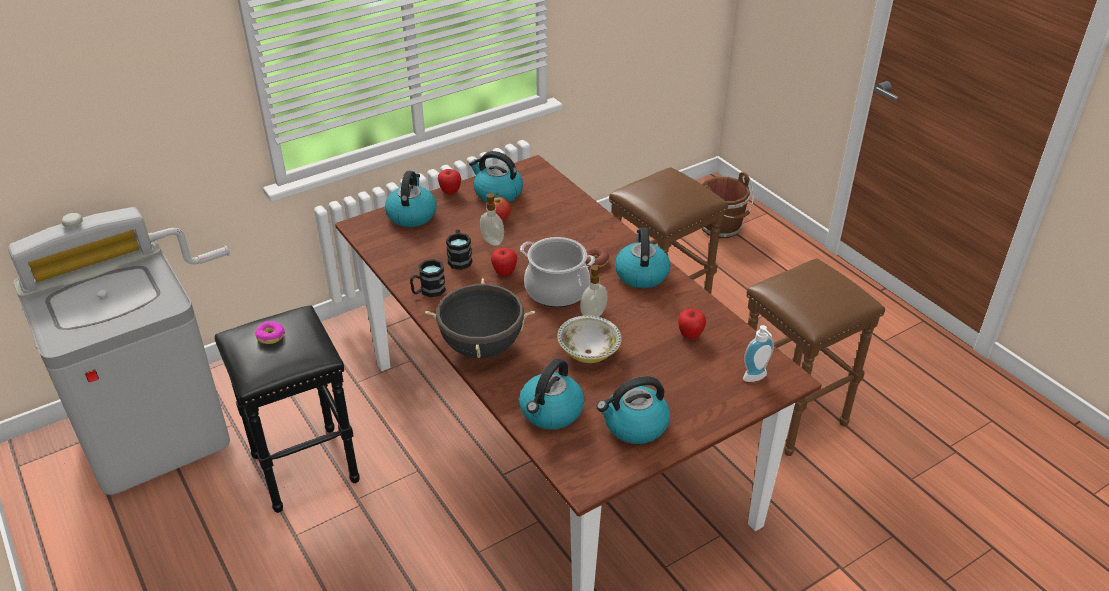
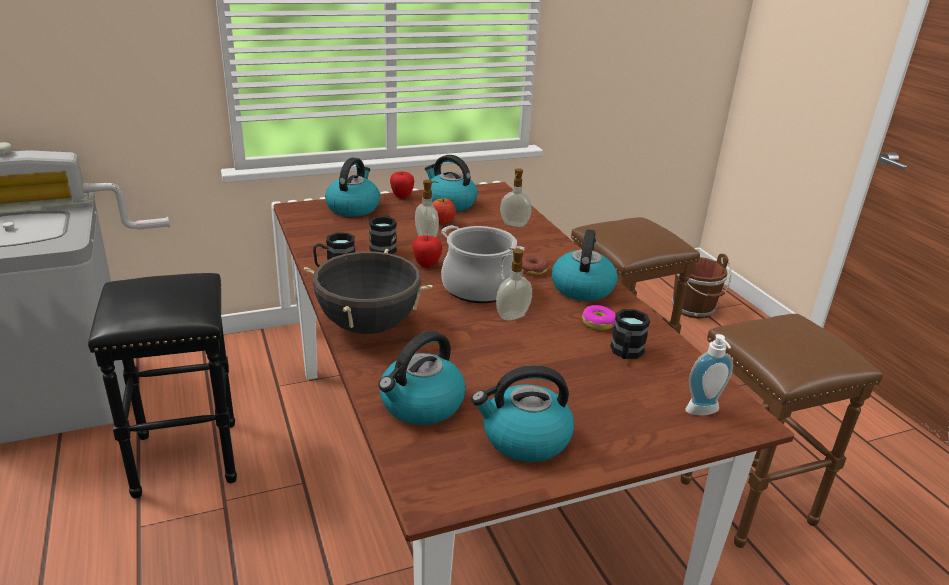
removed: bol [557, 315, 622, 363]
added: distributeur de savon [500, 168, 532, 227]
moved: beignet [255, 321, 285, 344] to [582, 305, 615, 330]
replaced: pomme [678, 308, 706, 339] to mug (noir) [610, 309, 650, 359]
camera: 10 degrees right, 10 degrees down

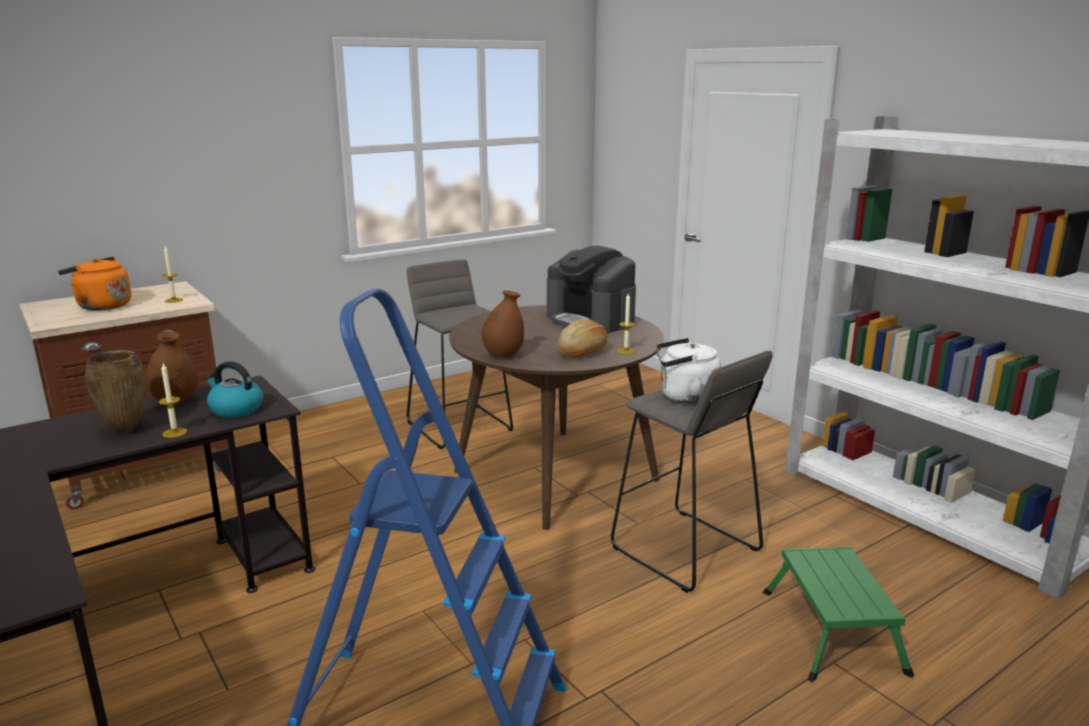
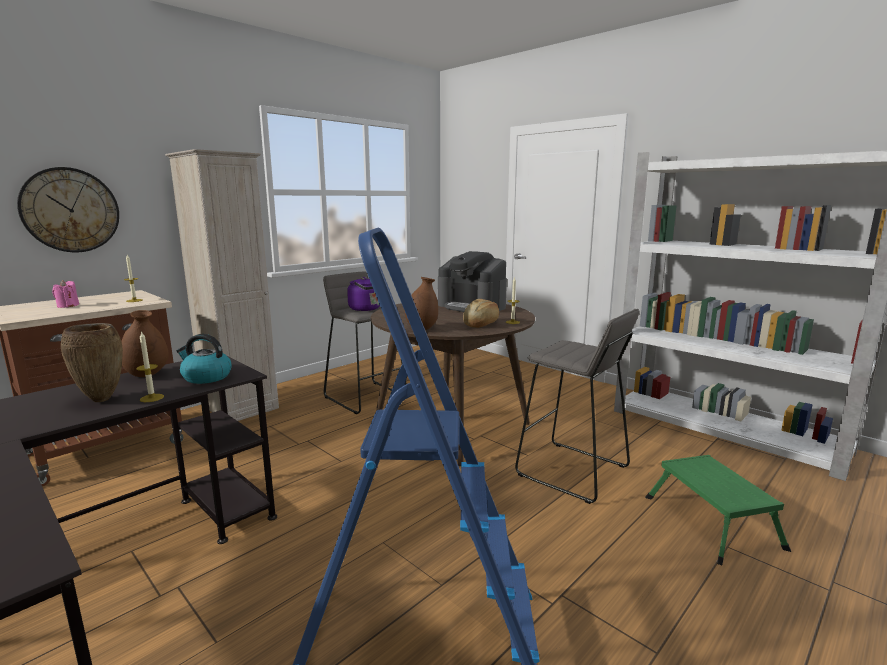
removed: bouilloire (blanc) [656, 338, 721, 404]
added: horloge murale [17, 167, 119, 252]; meuble de rangement (beige) [165, 149, 279, 421]; bouilloire (violet) [347, 277, 380, 311]
replaced: bouilloire (orange) [58, 256, 131, 311] to bougie (rose) [52, 280, 79, 308]
camera: 10 degrees left, 5 degrees down

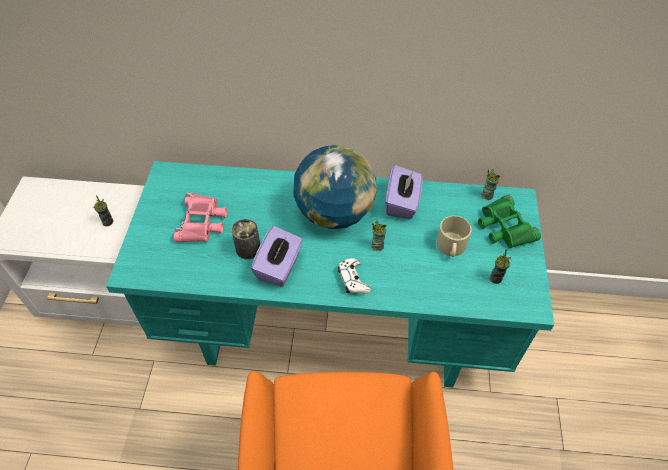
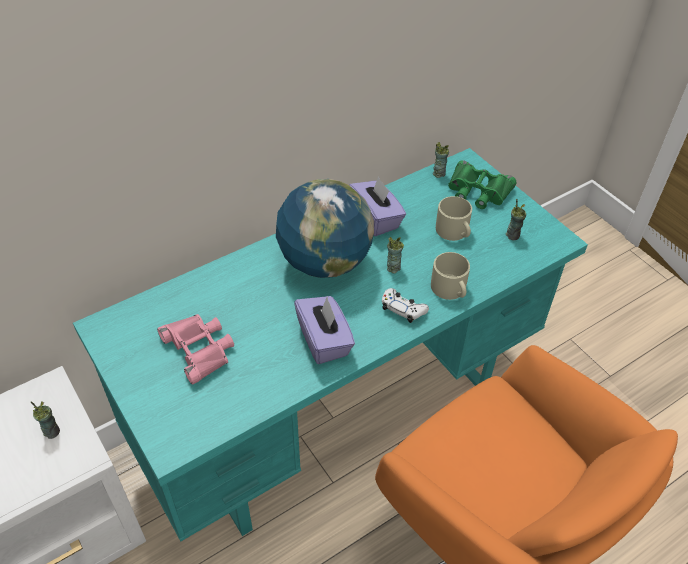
removed: boîte métallique [231, 219, 260, 259]
added: mug (beige) [431, 252, 470, 300]
camera: 40 degrees left, 5 degrees down

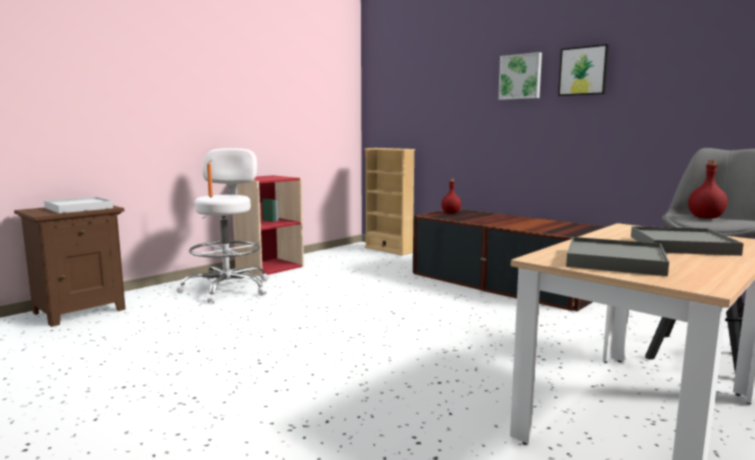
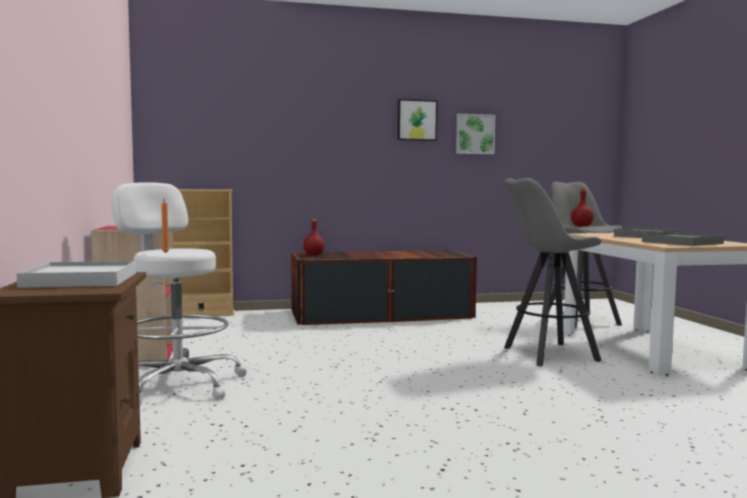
added: tabouret (gris) [504, 178, 602, 366]
moved: tableau [498, 52, 542, 100] to [456, 114, 495, 154]
camera: 55 degrees left, 5 degrees down

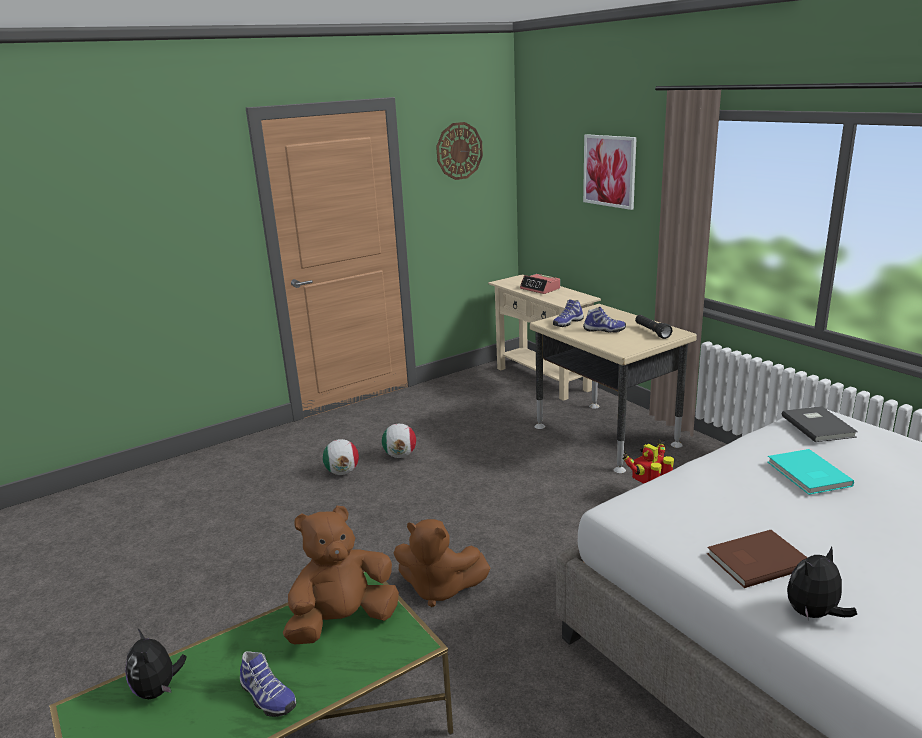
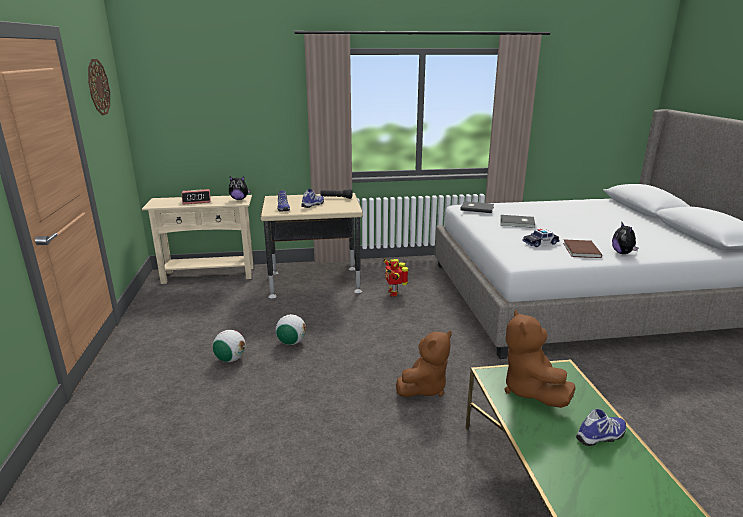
removed: tableau [583, 134, 637, 210]
added: petite voiture [523, 229, 559, 247]
moved: peluche [125, 629, 187, 699] to [229, 176, 251, 200]; ballon de foot [323, 439, 359, 475] to [276, 314, 306, 345]
recoloured: livre (turquoise) [767, 449, 854, 495] to livre (gris) [500, 215, 535, 228]
camera: 65 degrees left, 0 degrees up

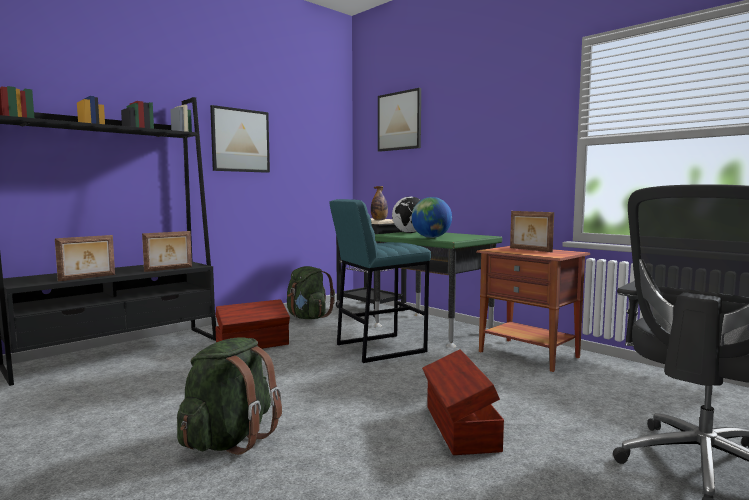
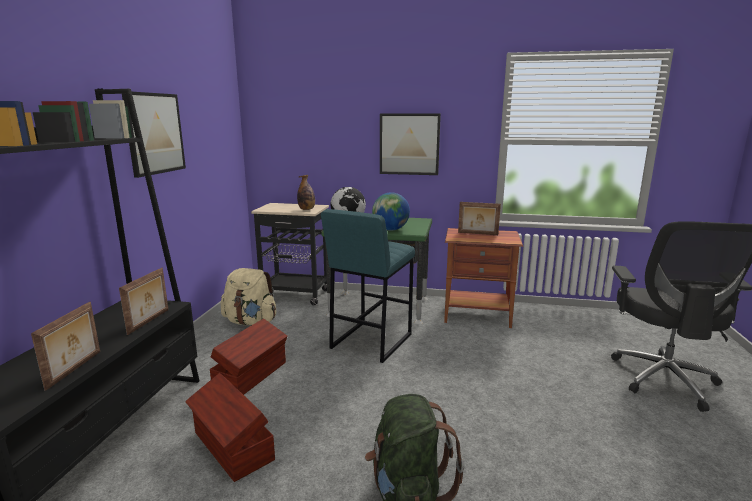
moved: boîte de rangement (marron) [422, 349, 504, 455] to [185, 373, 275, 482]; tableau [378, 88, 421, 152] to [380, 114, 441, 175]
recoloured: sac à dos (vert) [287, 266, 335, 319] to sac à dos (beige) [221, 268, 276, 325]
camera: 35 degrees left, 10 degrees up

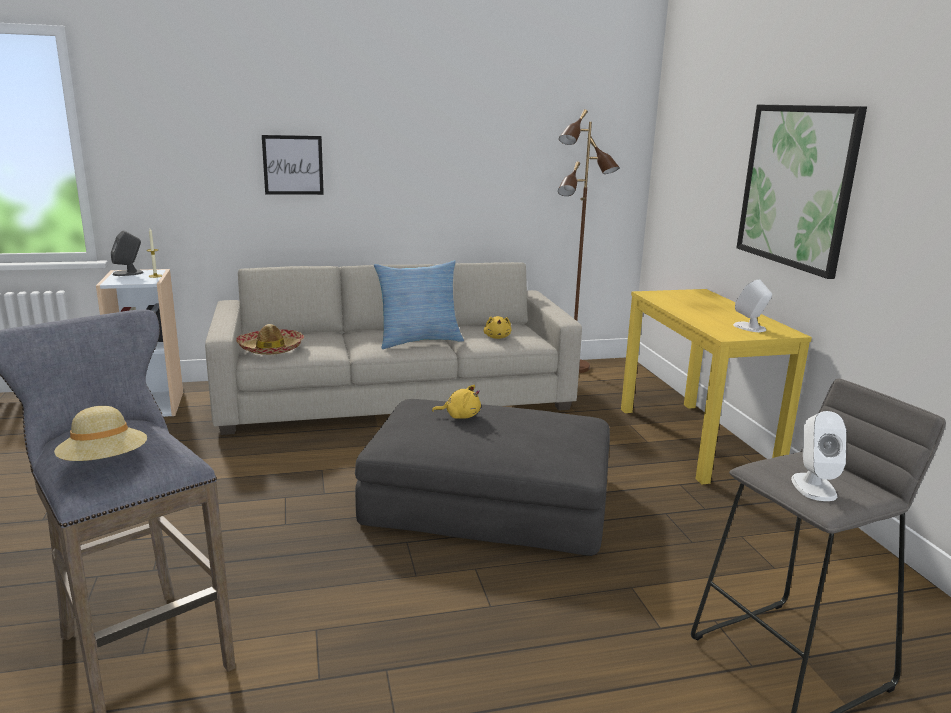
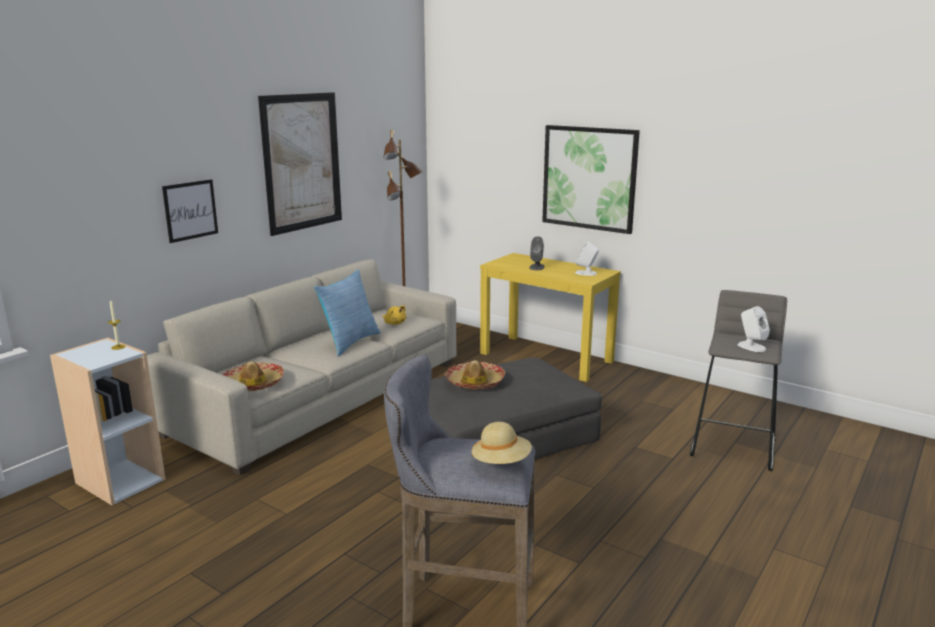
added: tableau [258, 92, 342, 236]
moved: enceinte (gris) [111, 230, 144, 276] to [529, 236, 545, 270]
replaced: peluche (jaune) [432, 385, 481, 419] to chapeau [444, 360, 505, 390]
camera: 40 degrees left, 0 degrees up

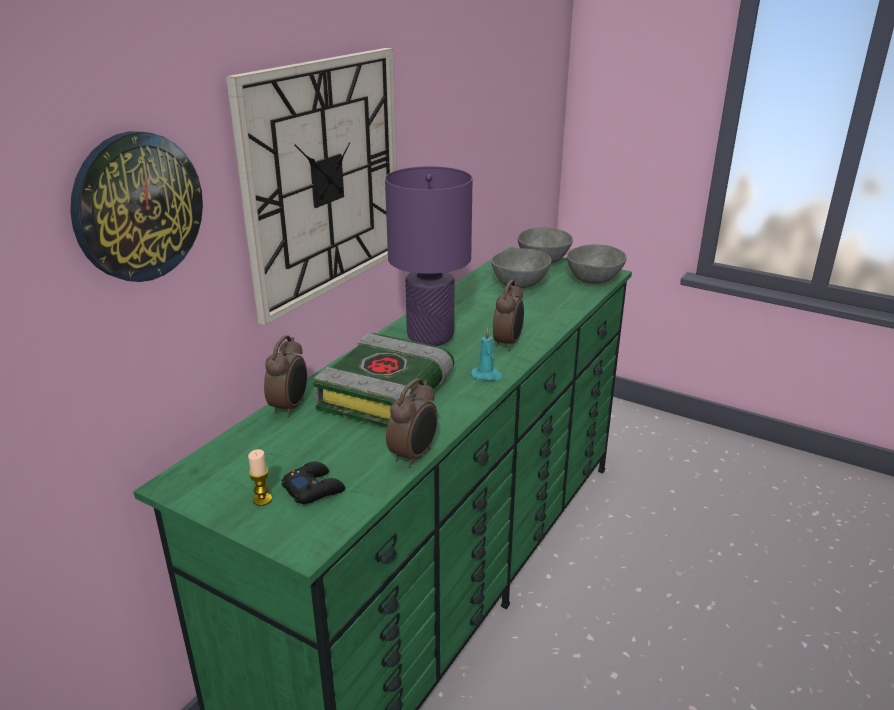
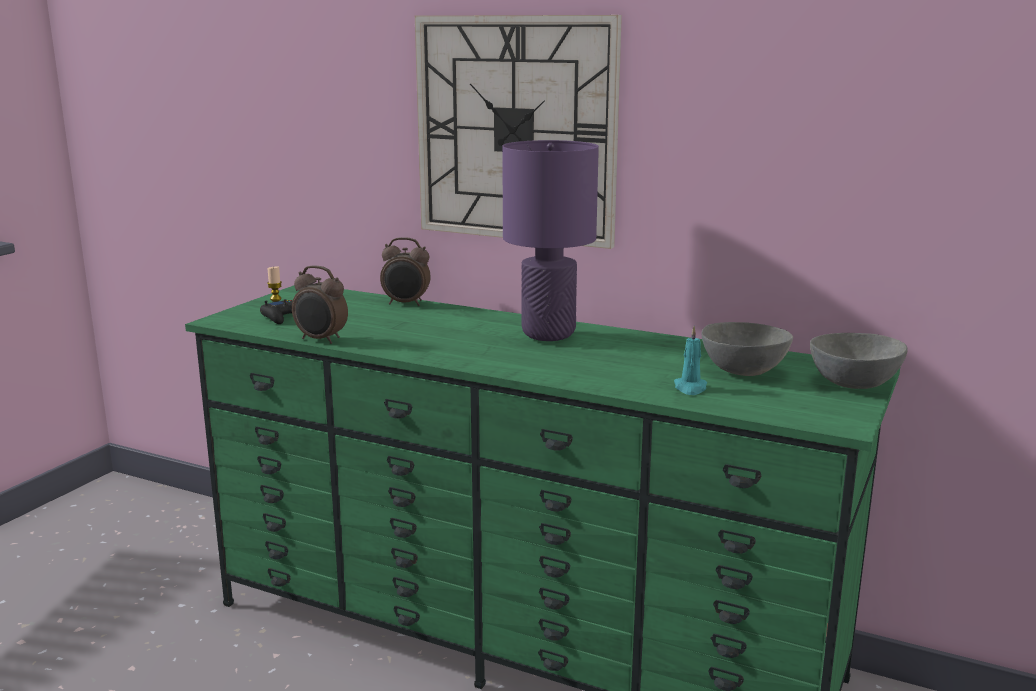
removed: horloge murale [70, 131, 203, 282]; livre [313, 333, 454, 428]; réveil [493, 280, 524, 351]; bol (gris) [567, 244, 627, 284]
moved: bougie (turquoise) [471, 328, 504, 381] to [674, 326, 707, 395]
camera: 85 degrees right, 10 degrees down

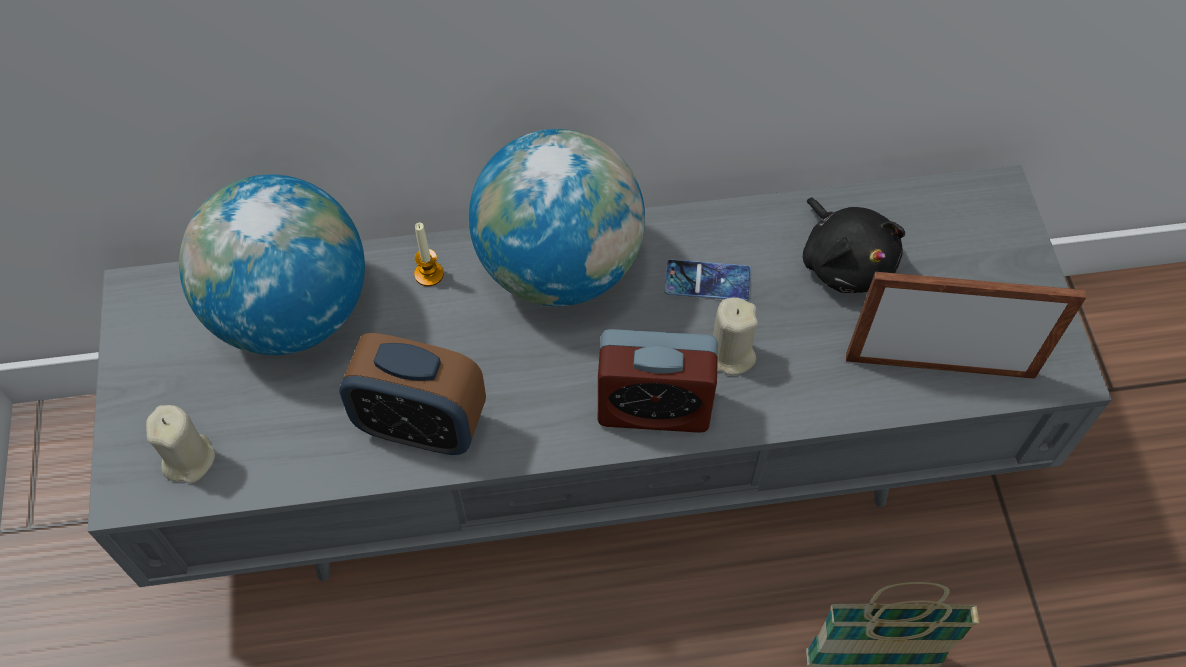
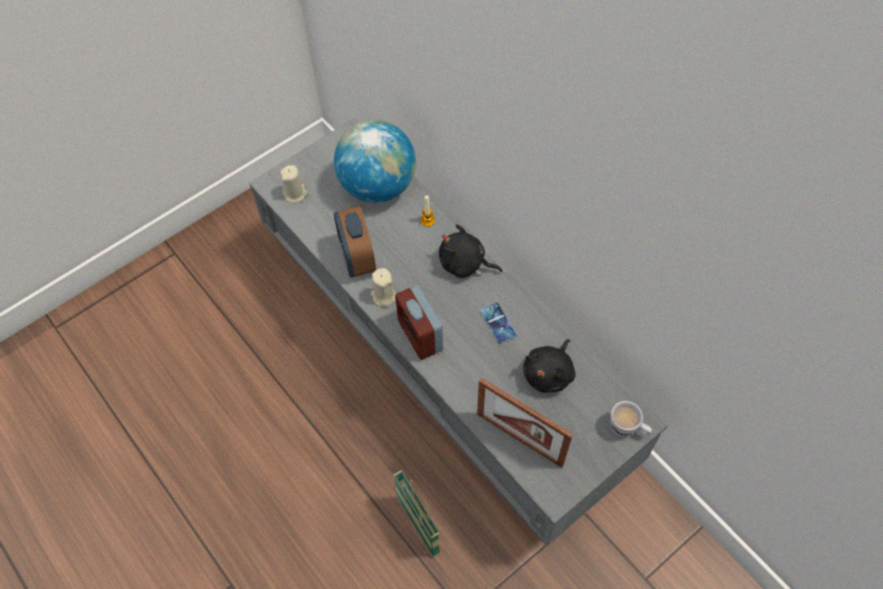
added: mug (blanc) [610, 401, 652, 437]
moved: bougie (beige) [713, 297, 758, 375] to [371, 268, 396, 307]
replaced: globe [469, 129, 645, 306] to peluche (noir) [439, 224, 502, 278]
turned: cadre photo [846, 272, 1086, 379] = [477, 378, 573, 468] 150 degrees clockwise
camera: 60 degrees right, 0 degrees up

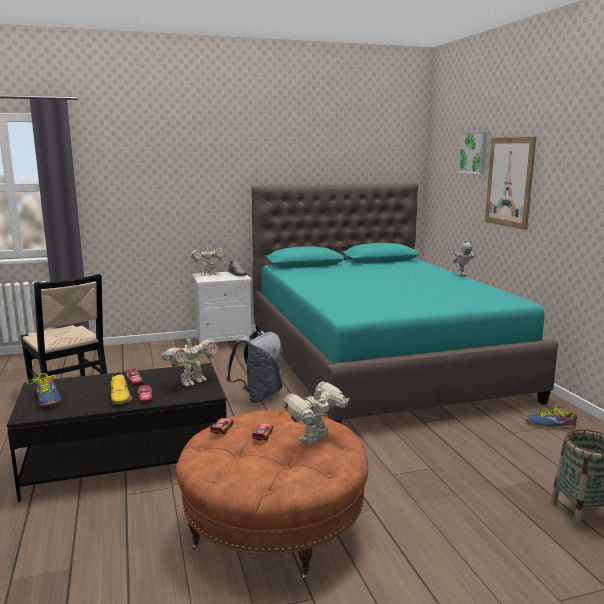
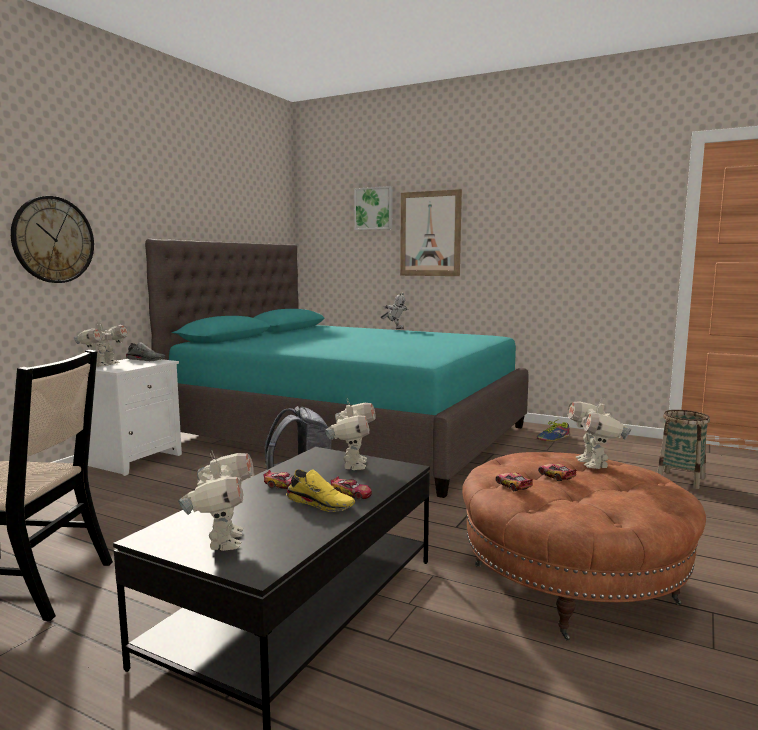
added: horloge murale [11, 196, 94, 283]
replaced: chaussure [27, 373, 61, 407] to robot jouet [178, 450, 253, 551]
camera: 45 degrees left, 5 degrees down

